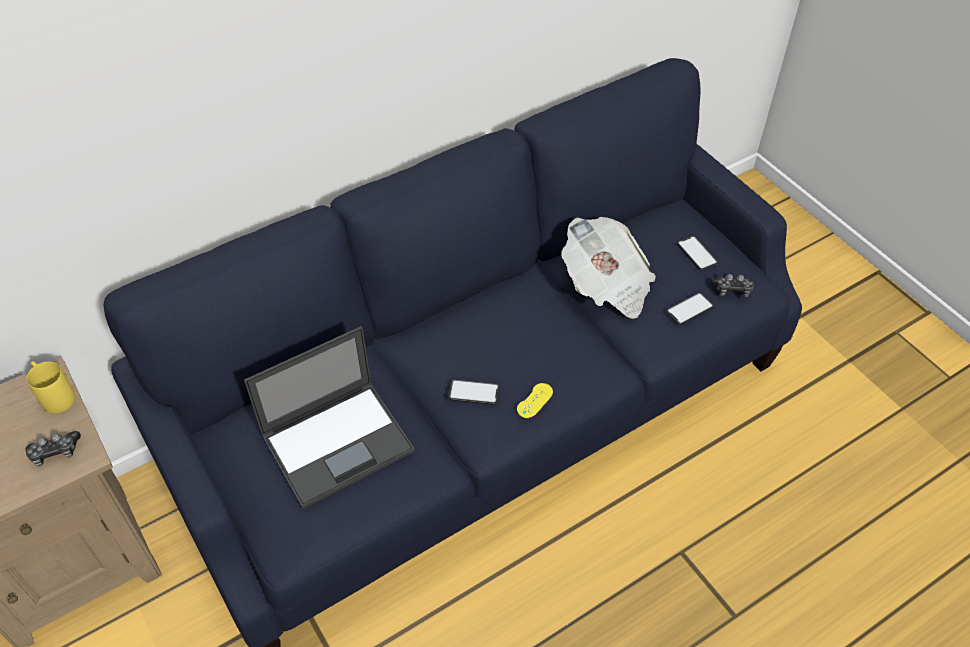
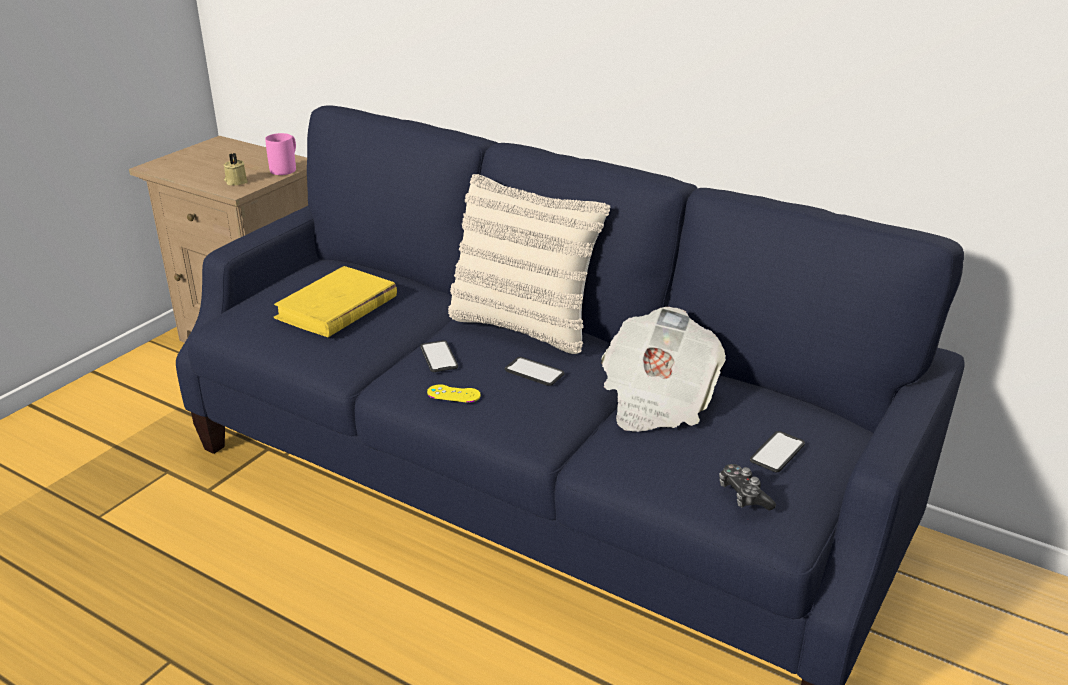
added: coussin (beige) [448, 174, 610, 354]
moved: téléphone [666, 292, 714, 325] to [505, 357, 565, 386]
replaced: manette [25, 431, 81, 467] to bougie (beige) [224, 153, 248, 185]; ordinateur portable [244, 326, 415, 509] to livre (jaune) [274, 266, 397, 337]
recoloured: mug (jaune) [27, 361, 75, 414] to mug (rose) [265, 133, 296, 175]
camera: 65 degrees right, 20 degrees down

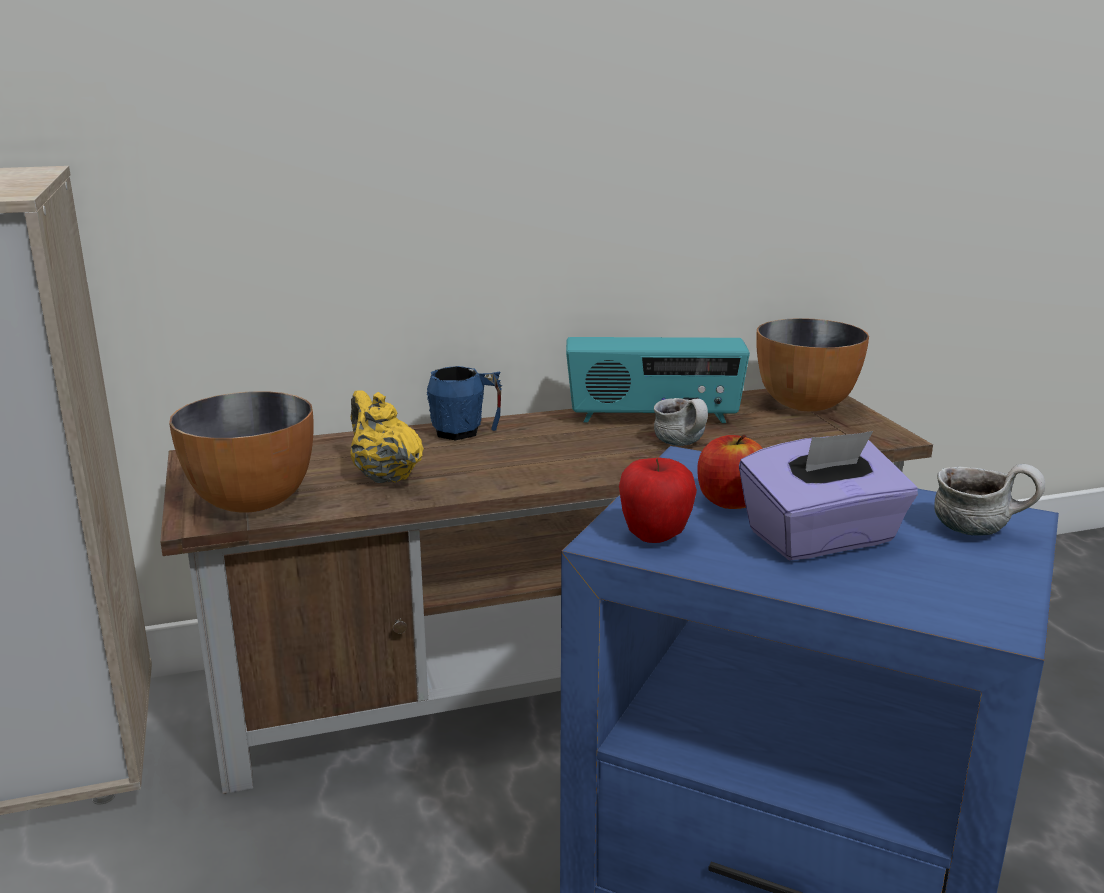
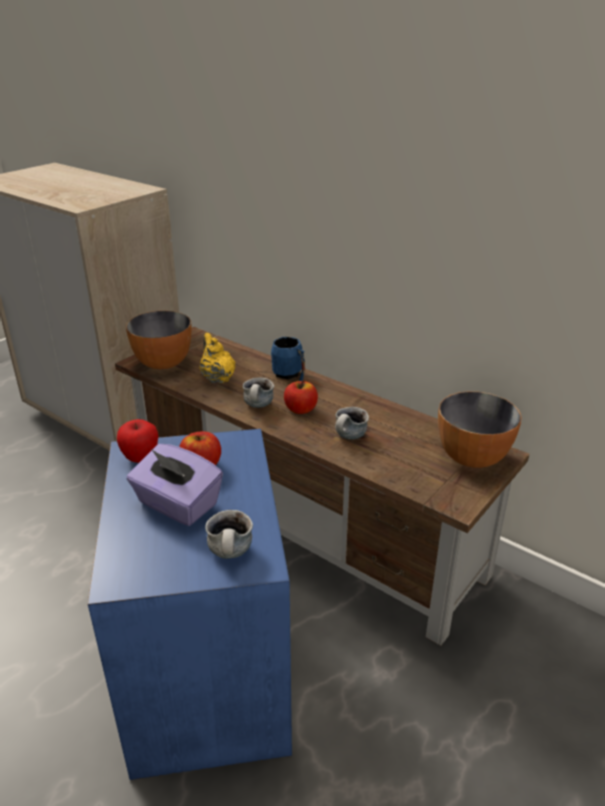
removed: radio [566, 337, 750, 423]
added: mug [243, 377, 274, 408]; pomme [284, 380, 318, 414]
turned: théière (jaune) [350, 390, 424, 483] = [199, 333, 235, 383] 45 degrees counterclockwise
camera: 55 degrees right, 10 degrees up

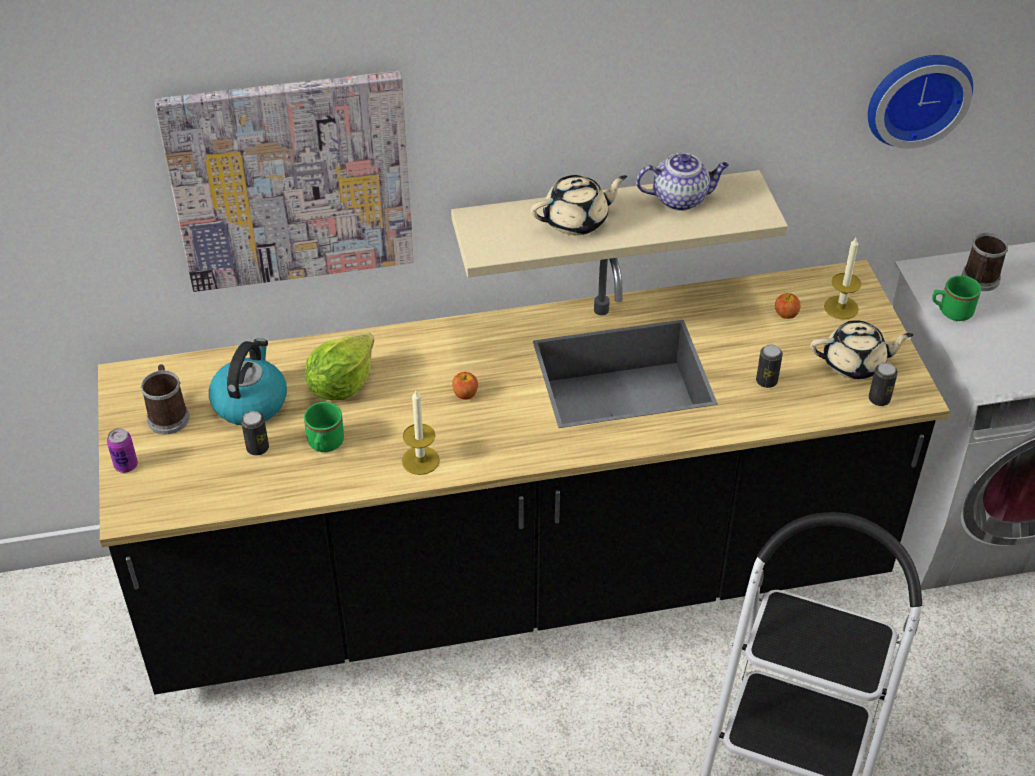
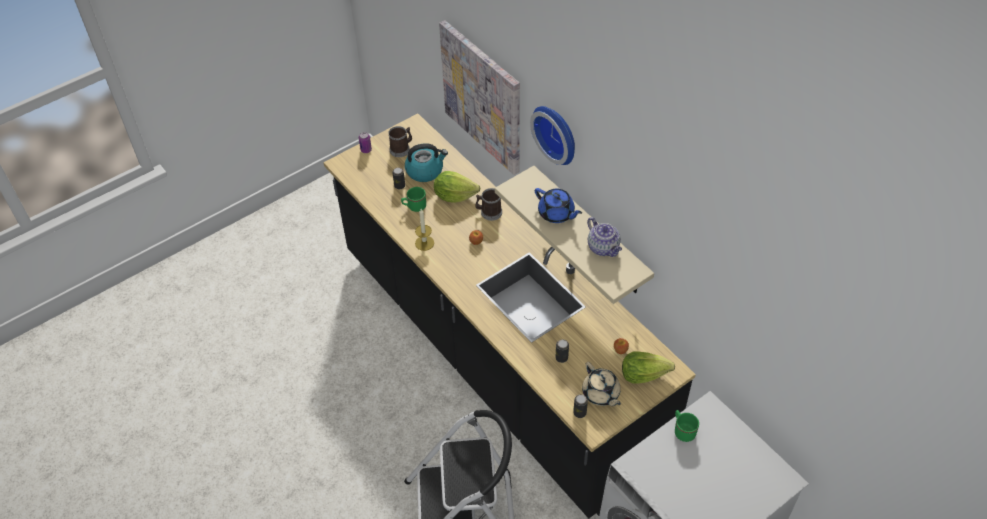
moved: mug [962, 233, 1008, 291] to [476, 188, 502, 221]; horloge murale [868, 55, 973, 149] to [530, 106, 575, 165]
replaced: bougie [824, 238, 862, 320] to laitue [622, 351, 675, 384]
recoloured: théière (beige) [531, 175, 627, 235] to théière (bleu) [535, 188, 582, 223]
camera: 65 degrees right, 5 degrees up

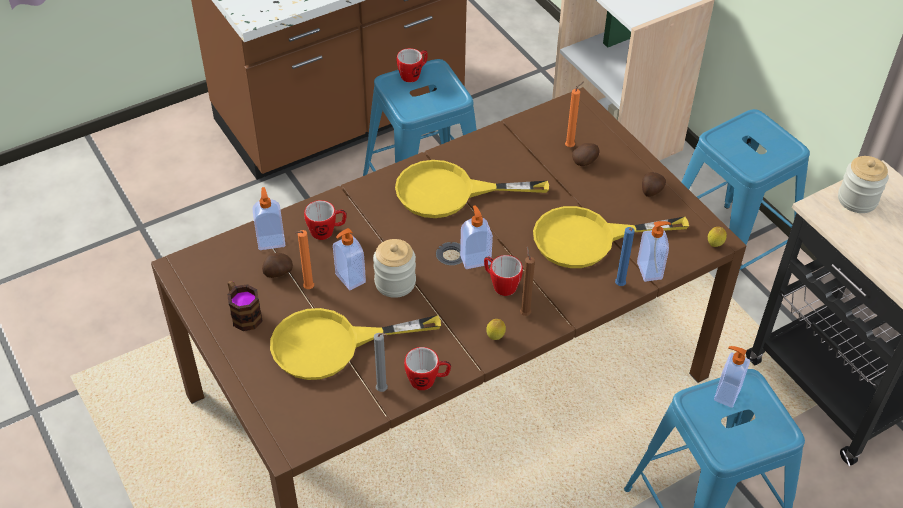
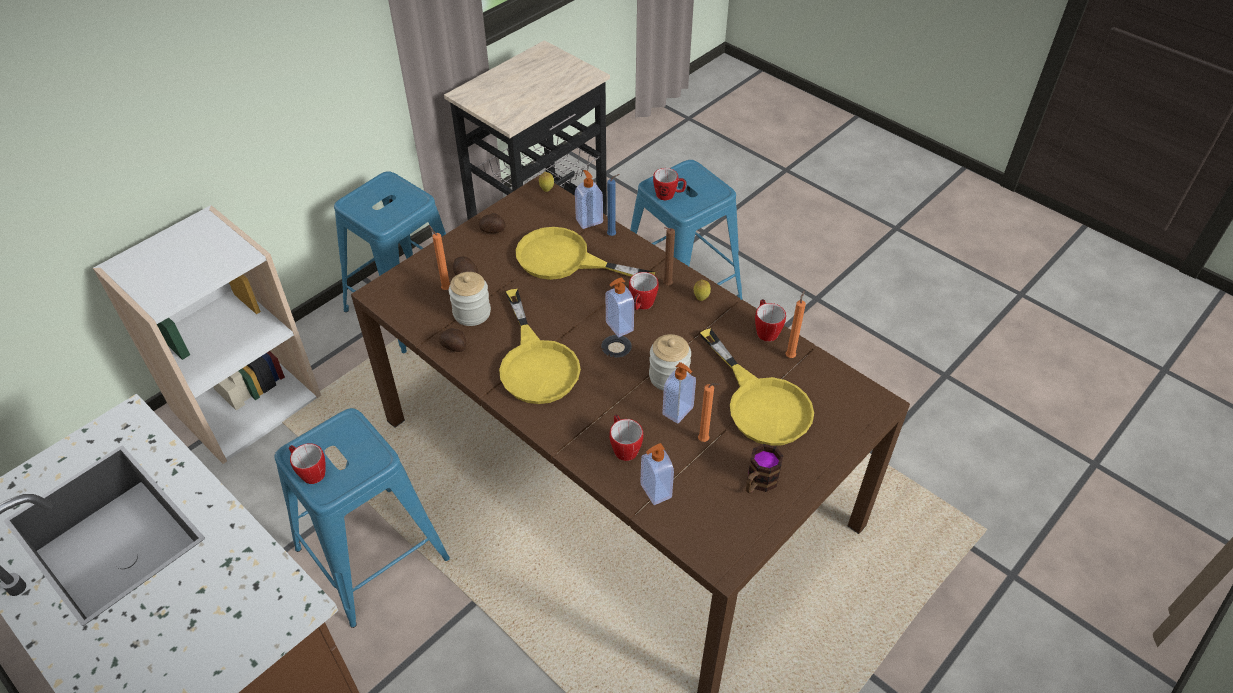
moved: pomme de terre [262, 253, 293, 278] to [439, 328, 466, 352]; bocal [838, 156, 888, 213] to [449, 272, 491, 326]
replaced: distributeur de savon [714, 346, 750, 408] to mug [653, 168, 687, 200]
recoloured: bougie (gris) [374, 333, 388, 392] to bougie (orange) [786, 291, 806, 358]
turned: poêle (jaune) [533, 206, 689, 268] = [515, 227, 655, 280] 135 degrees clockwise
camera: 105 degrees left, 0 degrees up

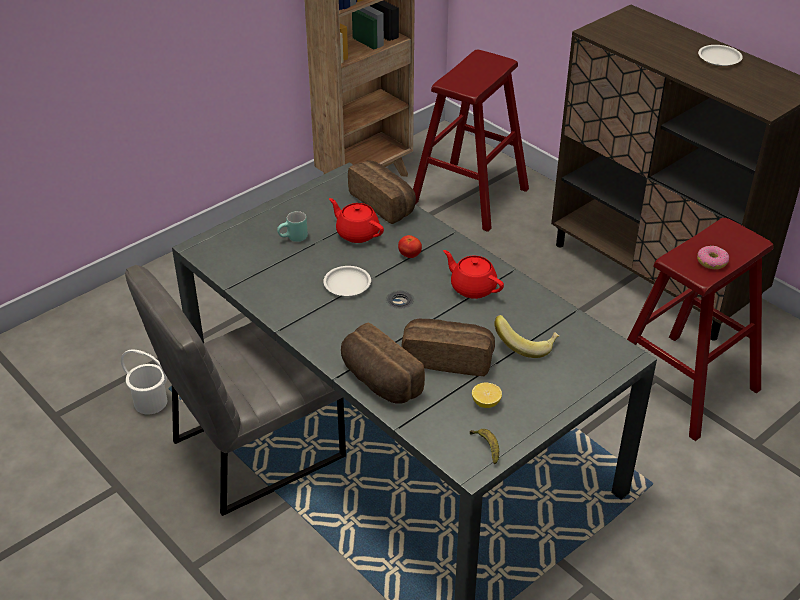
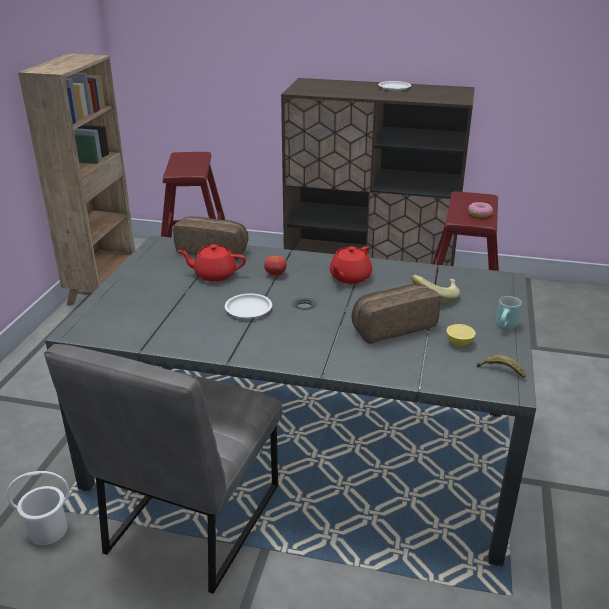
removed: pain [341, 323, 425, 404]
moved: mug (turquoise) [277, 211, 308, 242] to [496, 296, 522, 329]
turned: théière (rouge) [443, 250, 504, 299] = [330, 246, 372, 284] 60 degrees counterclockwise
camera: 35 degrees left, 10 degrees down

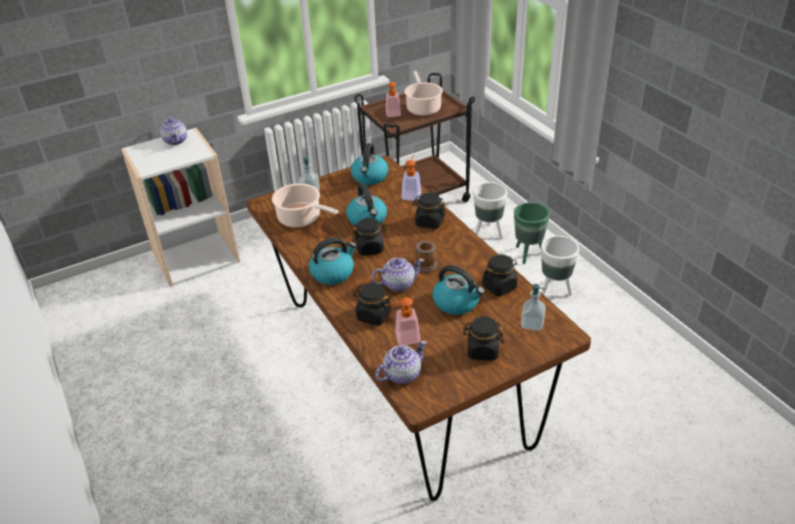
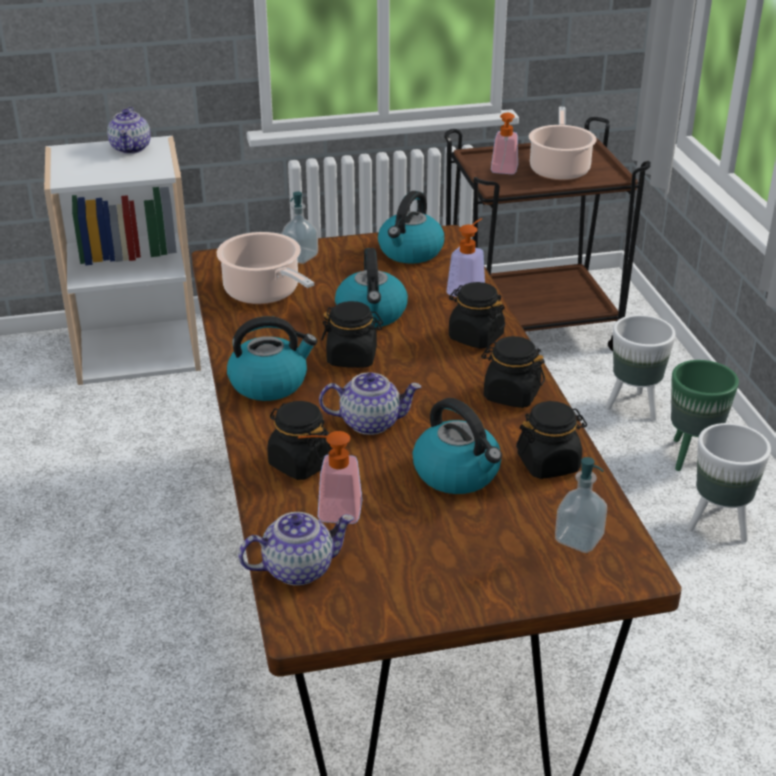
removed: mug [414, 239, 438, 272]
moved: bocal (noir) [463, 316, 504, 360] to [481, 336, 545, 408]
camera: 15 degrees right, 5 degrees down

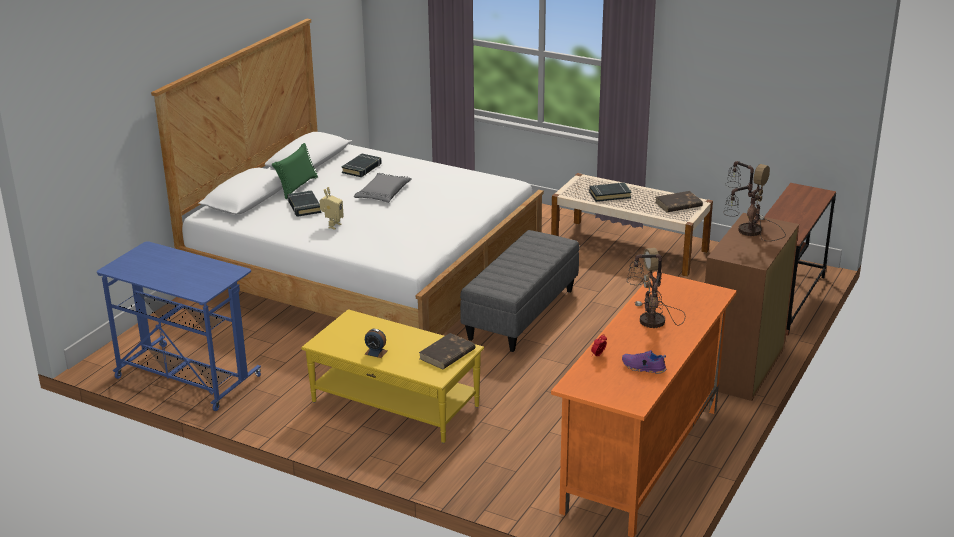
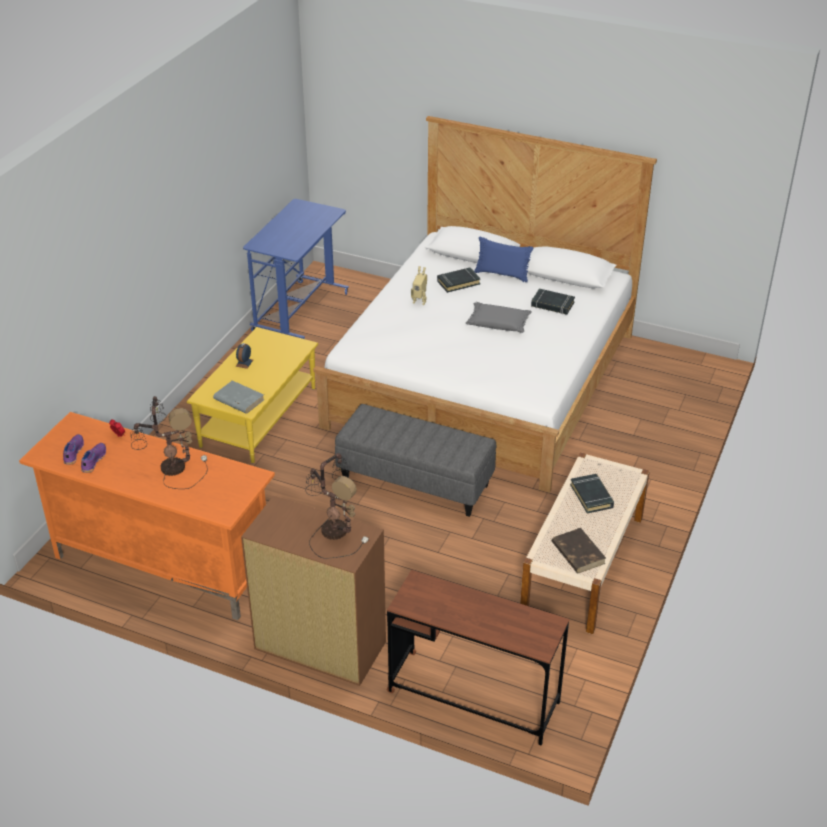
added: chaussure (violet) [63, 434, 84, 465]
recoloured: livre (marron) [419, 333, 476, 369] to livre (gris) [213, 380, 264, 414]; coussin (vert) [272, 143, 318, 199] to coussin (bleu) [474, 237, 533, 283]
camera: 85 degrees right, 10 degrees up

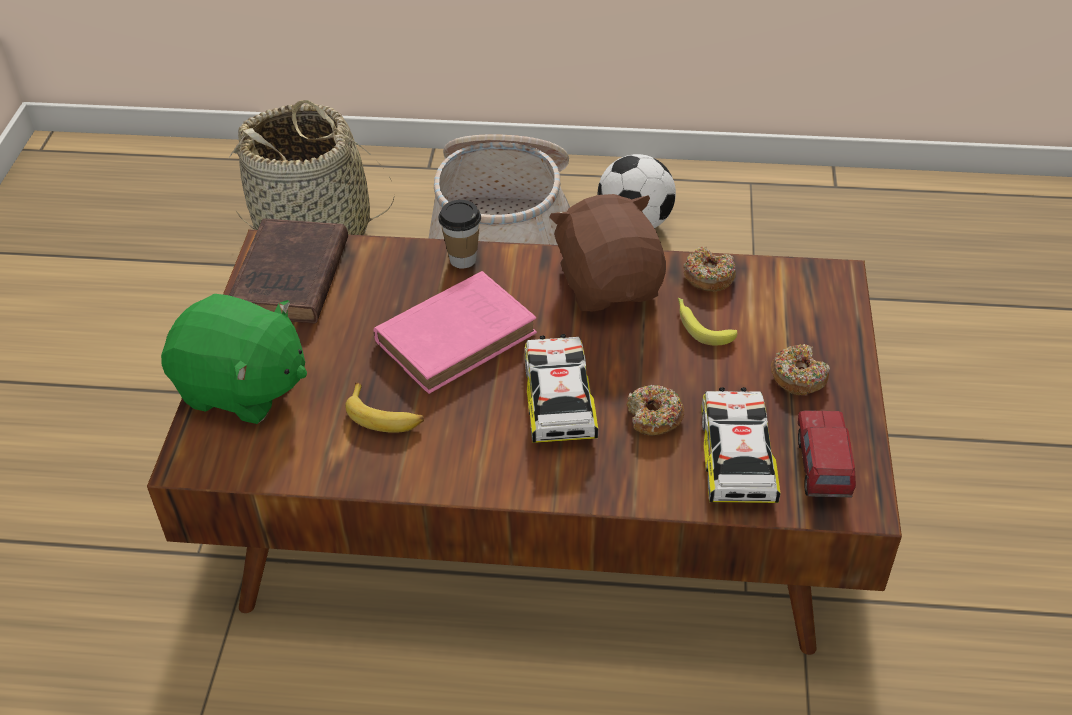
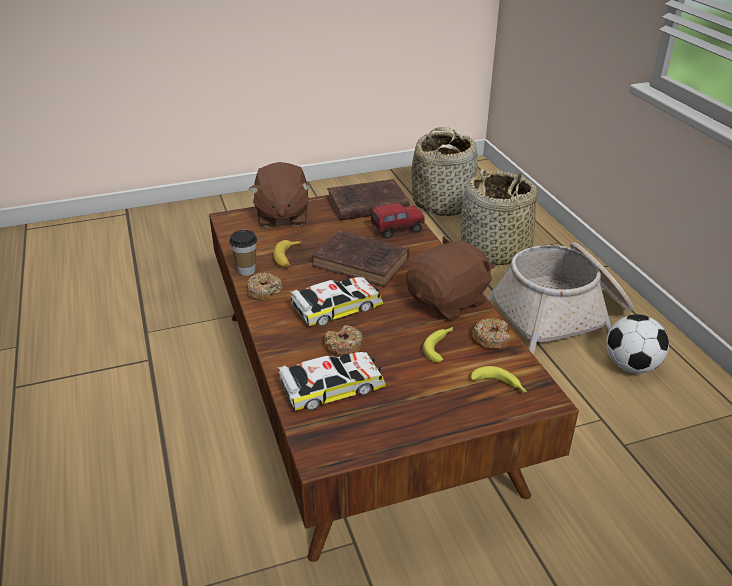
added: panier [411, 127, 478, 216]; banane [471, 366, 527, 393]
moved: tasse [438, 200, 481, 269] to [229, 230, 257, 276]; beignet [771, 344, 830, 395] to [246, 273, 282, 301]; camion jouet [798, 410, 856, 498] to [370, 203, 425, 238]
recoloured: peluche (vert) [161, 294, 307, 424] to peluche (marron) [249, 162, 311, 228]; livre (rose) [374, 271, 537, 394] to livre (marron) [312, 230, 409, 287]
camera: 65 degrees right, 10 degrees down

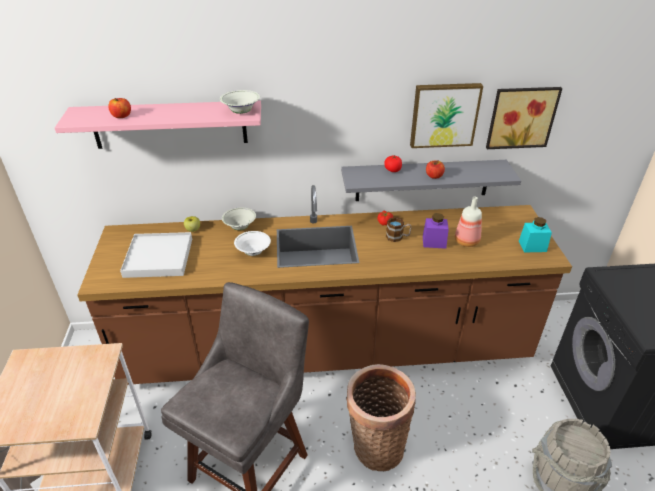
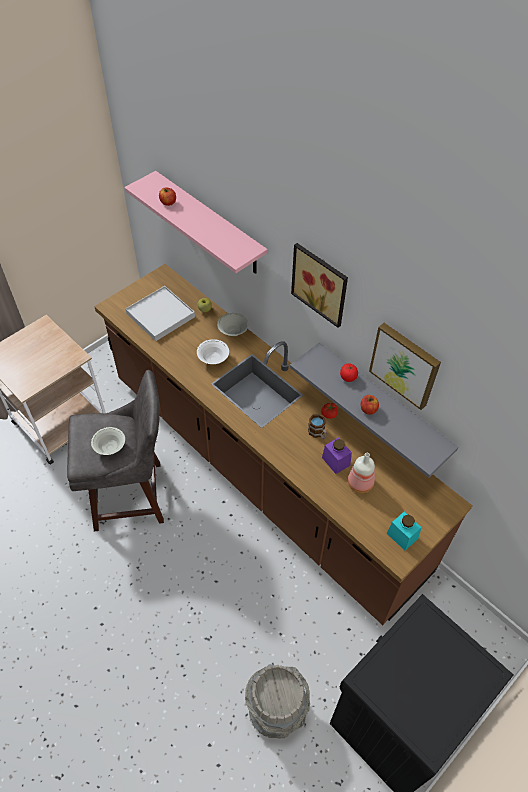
removed: panier [346, 364, 416, 471]
moved: bol (blanc) [220, 90, 260, 114] to [91, 427, 125, 455]; tableau [486, 87, 563, 149] to [291, 243, 348, 328]
camera: 50 degrees right, 15 degrees up

